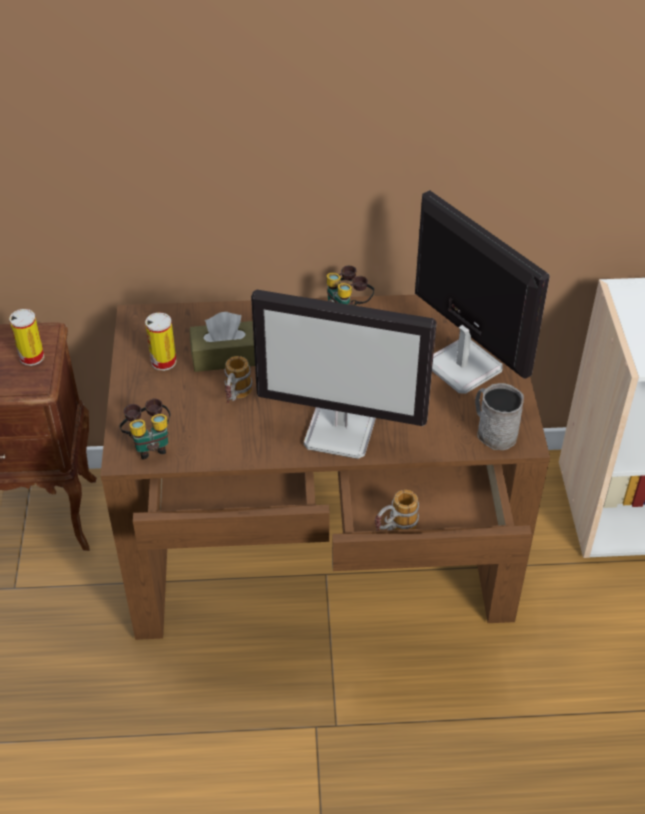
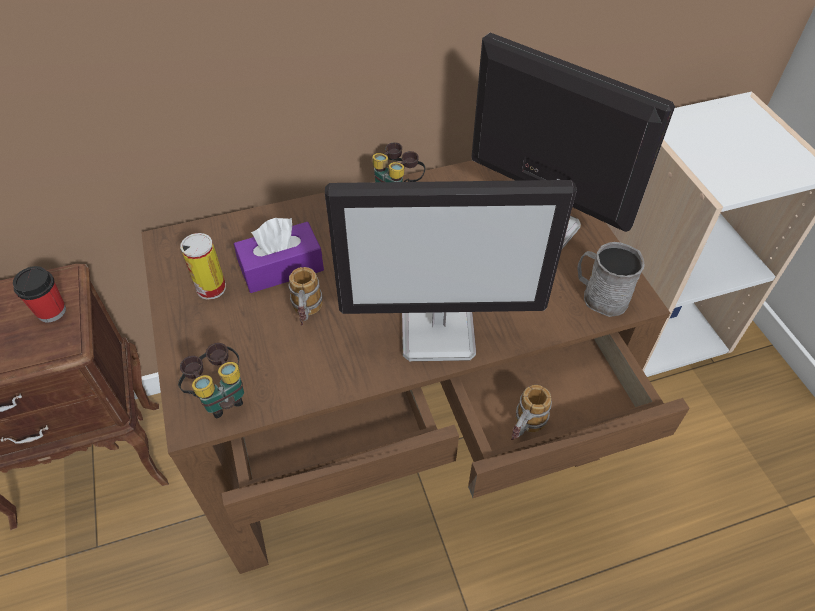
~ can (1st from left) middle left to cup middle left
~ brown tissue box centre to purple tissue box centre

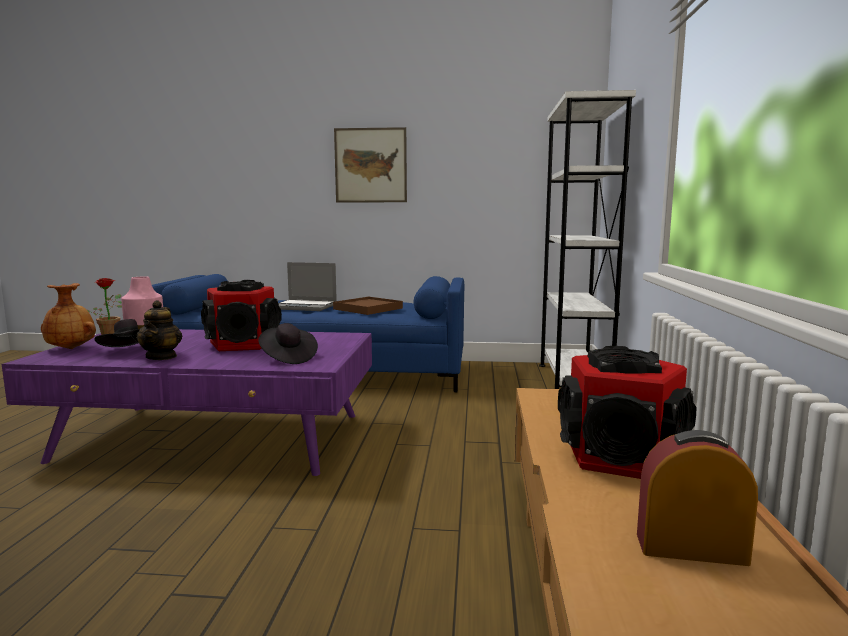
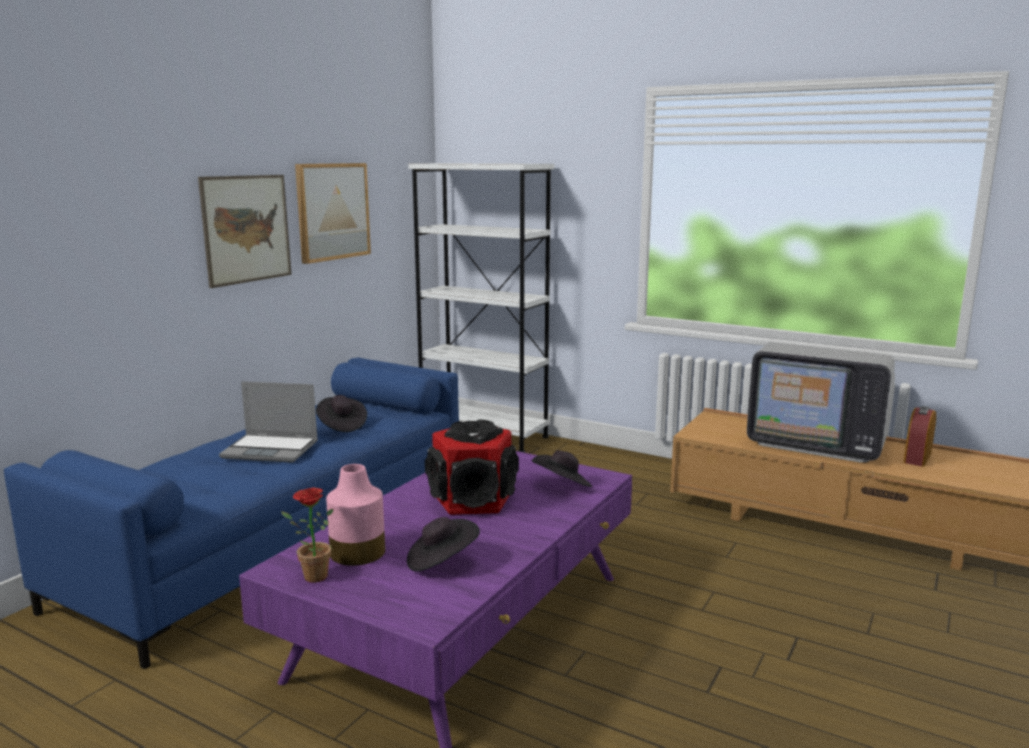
~ laptop centre = middle left 60 degrees clockwise
- brown vase middle left
~ brown tray centre to black hat (1st from left) middle left
- teapot middle left
~ speaker (2nd from left) middle right to television middle right
+ picture (2nd from left) top left

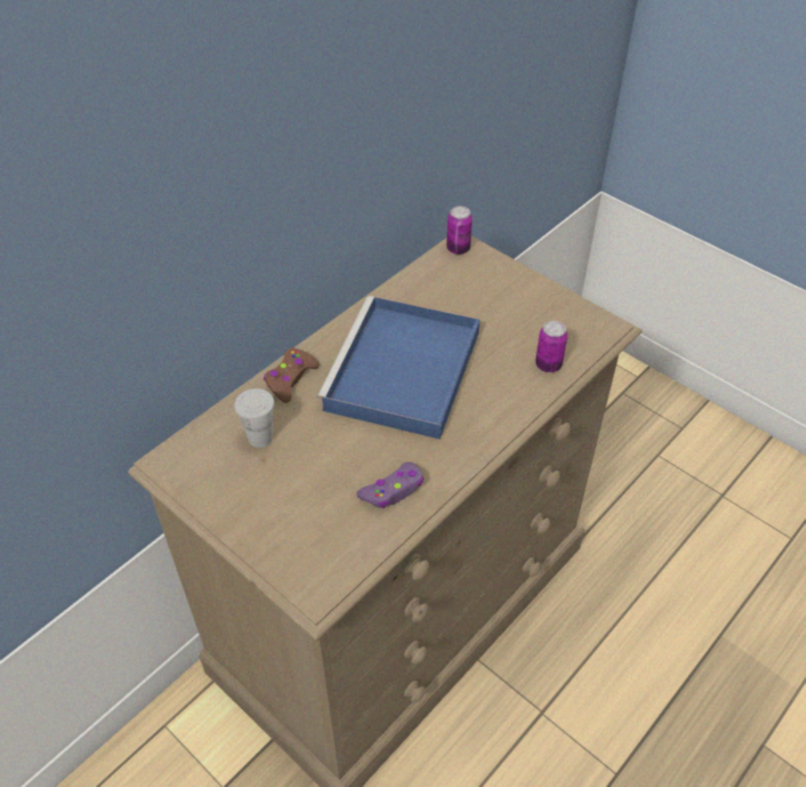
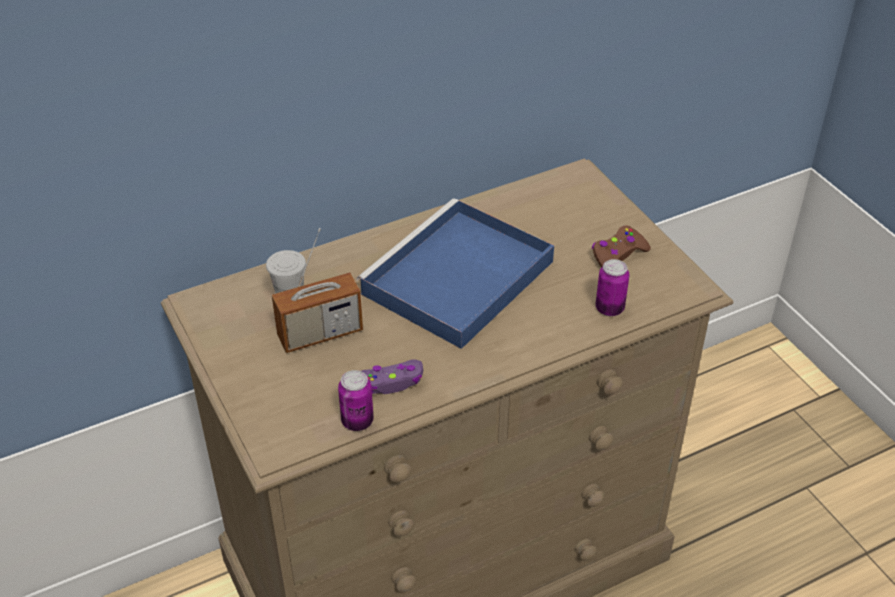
~ can (1st from left) top centre to bottom centre
~ brown game controller centre to middle right
+ radio centre

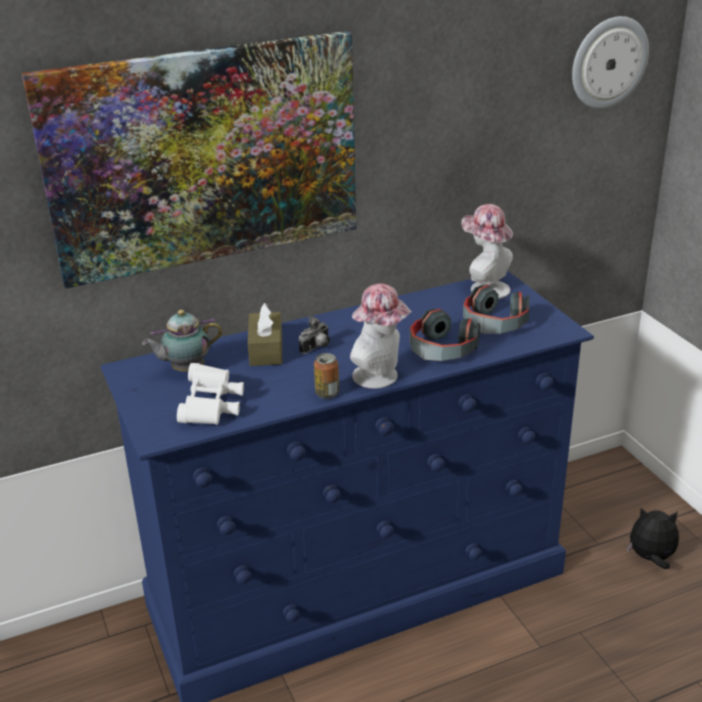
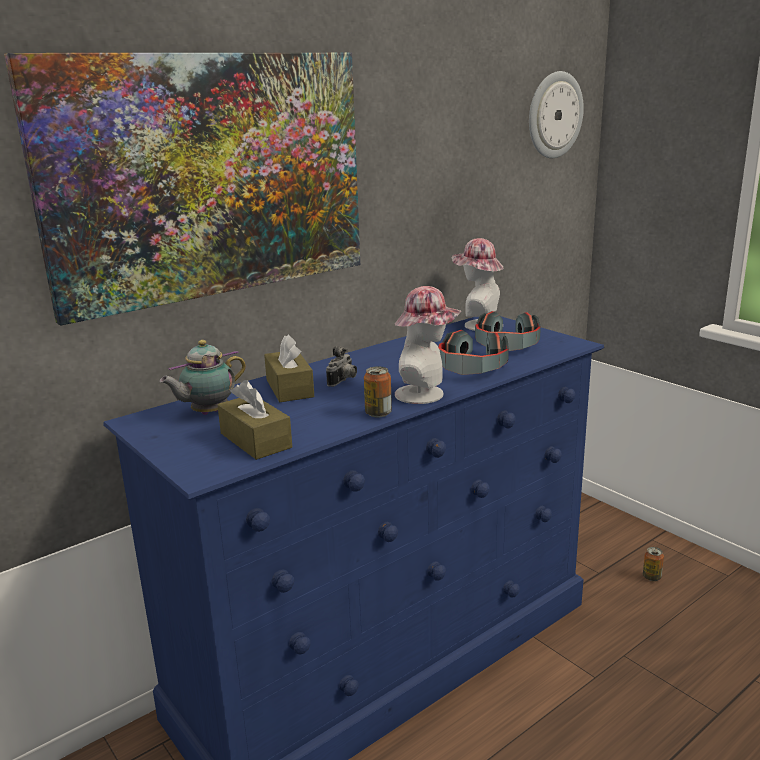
~ white binoculars middle left to brown tissue box (1st from left) centre
~ plush toy bottom right to can (2nd from left) bottom right

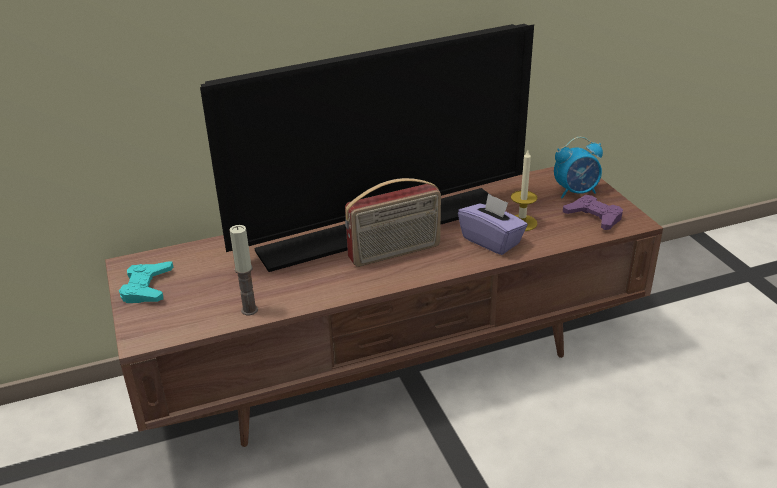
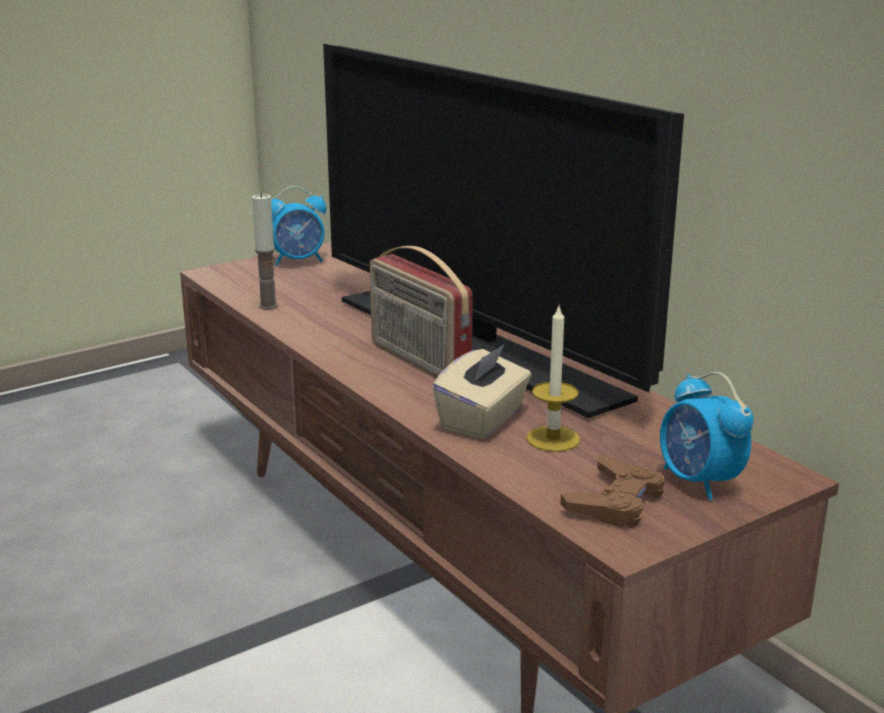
~ purple tissue box centre to beige tissue box centre
~ purple game controller middle right to brown game controller bottom right
~ turquoise game controller middle left to alarm clock (1st from left) top centre

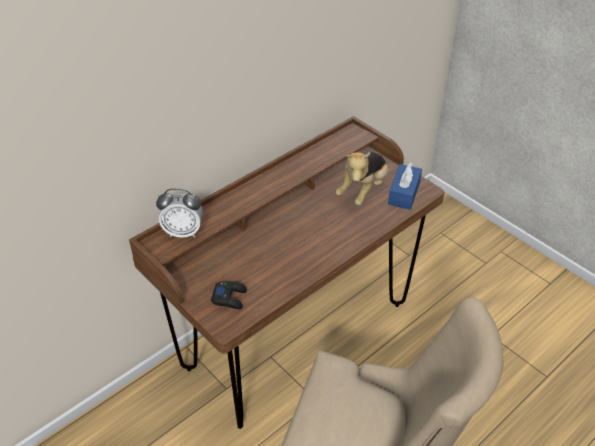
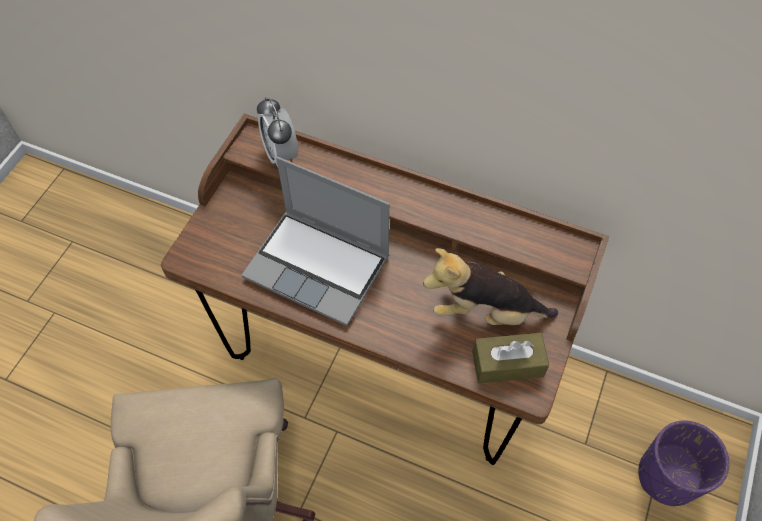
~ blue tissue box middle right to brown tissue box bottom right
- black game controller centre
+ laptop centre
+ purple planter bottom right

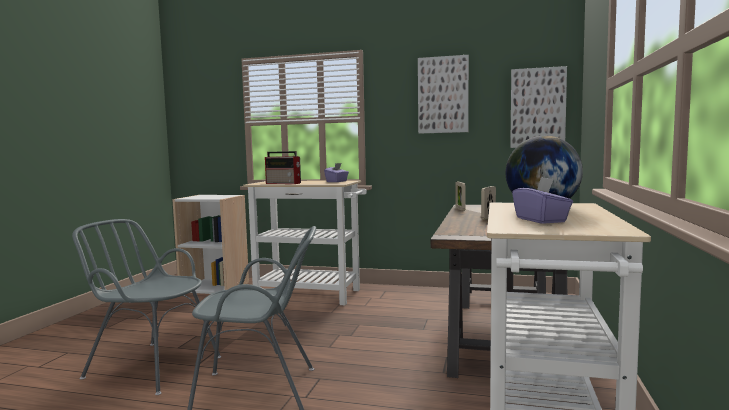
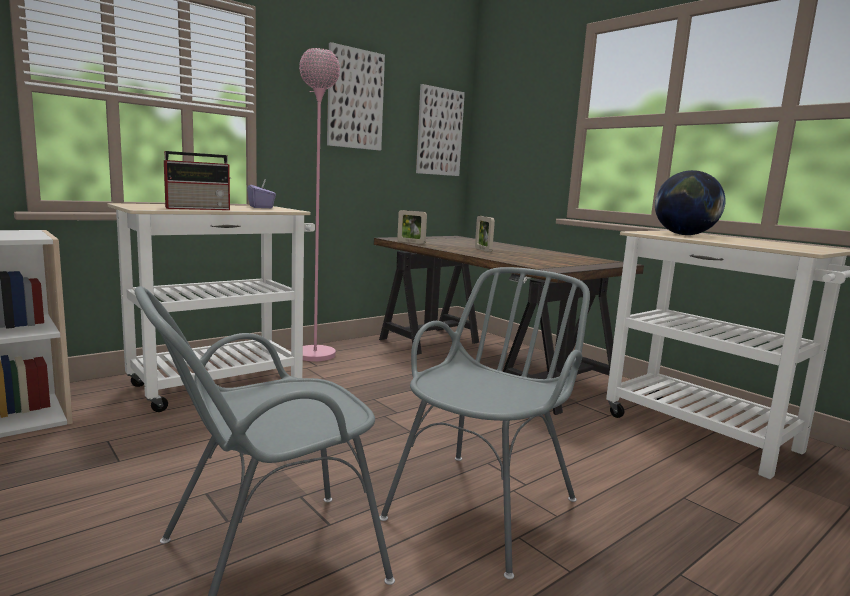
- purple tissue box (2nd from left) middle right
+ pink floor lamp centre

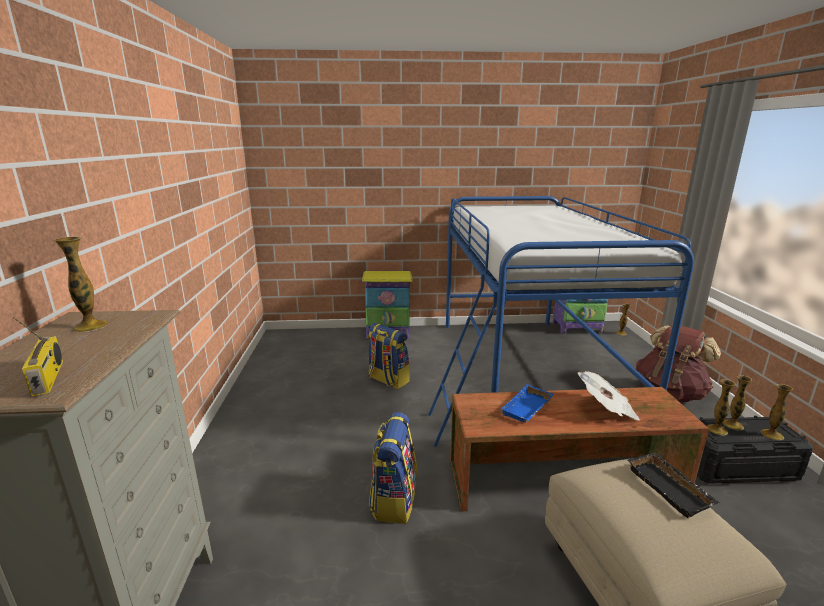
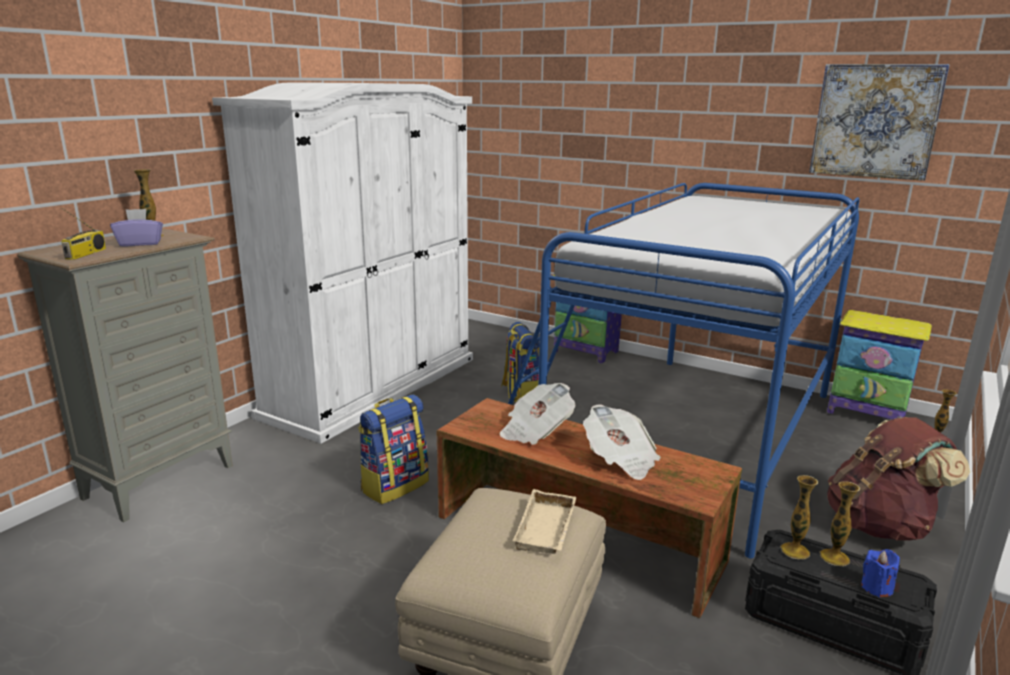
~ blue tray centre to newspaper (1st from left) centre
~ vase (5th from left) bottom right to blue candle bottom right
~ black tray bottom right to beige tray bottom centre
+ picture top right
+ white wardrobe centre
+ purple tissue box middle left

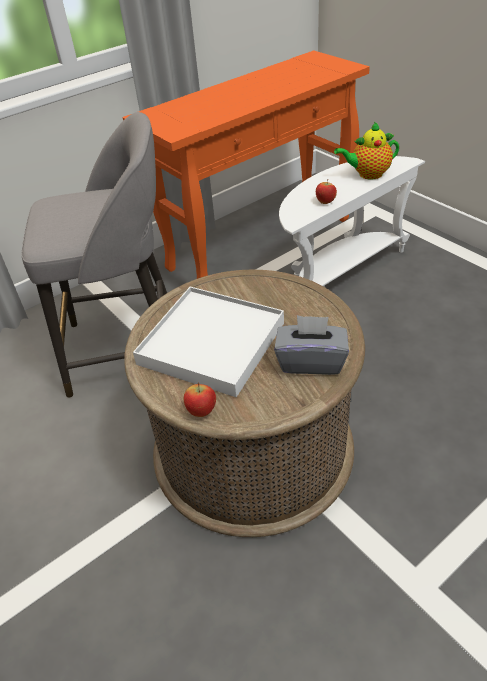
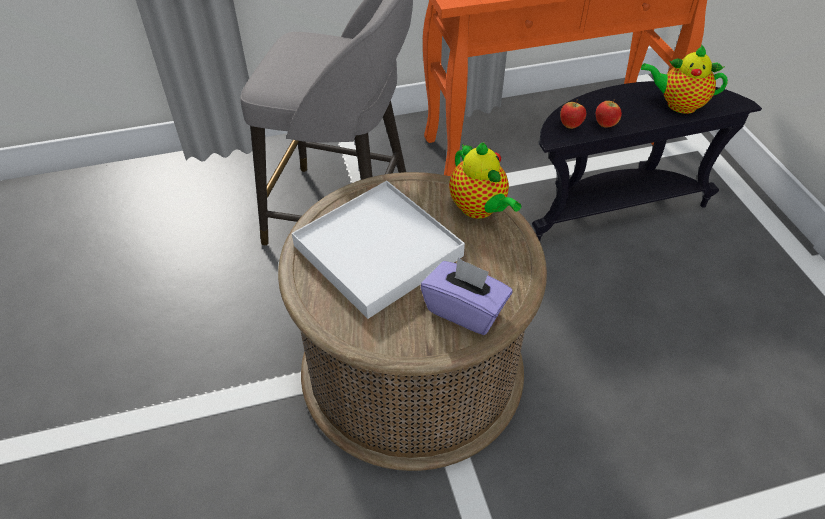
~ white side table top right to black side table top right
~ grey tissue box centre to purple tissue box centre
~ apple (1st from left) centre to top right
+ teapot (1st from left) centre

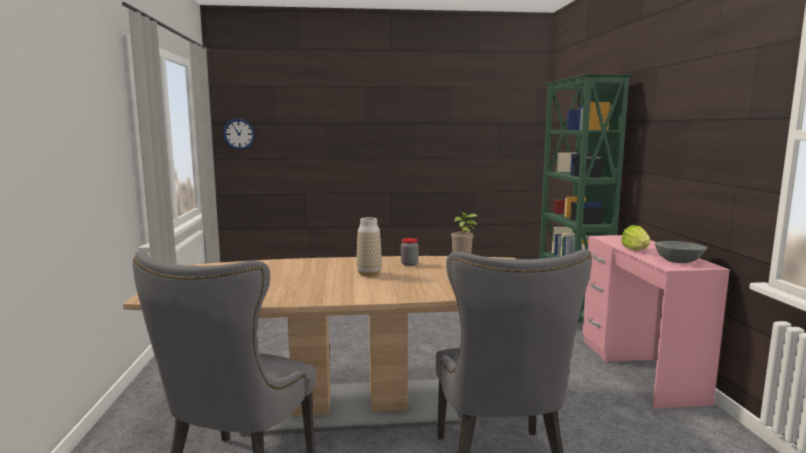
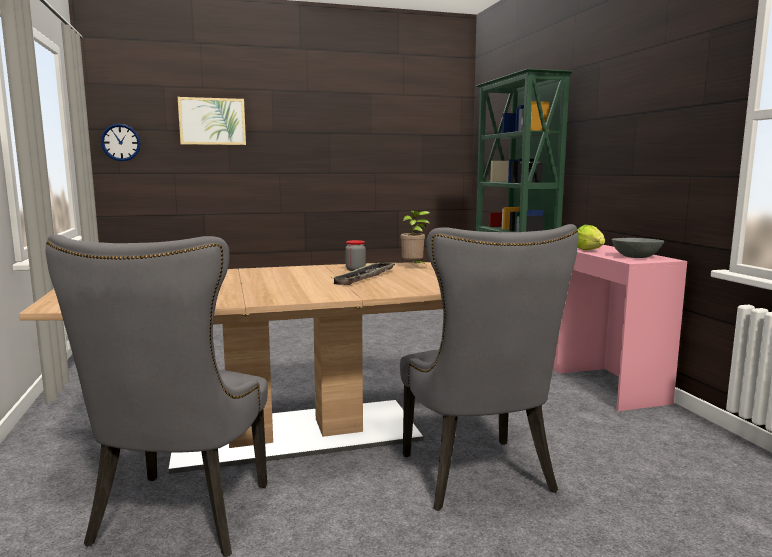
- vase centre
+ picture top left
+ tray centre

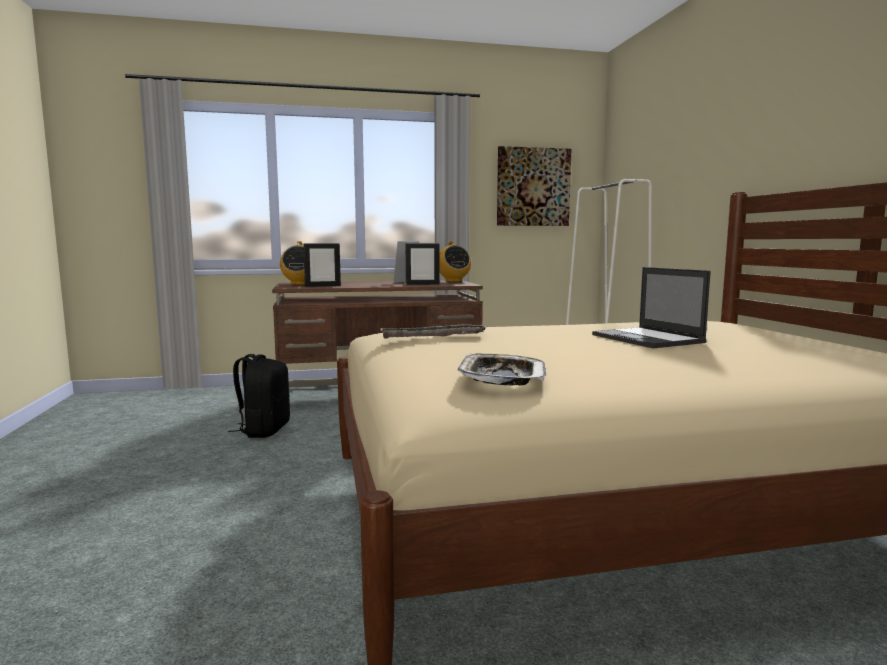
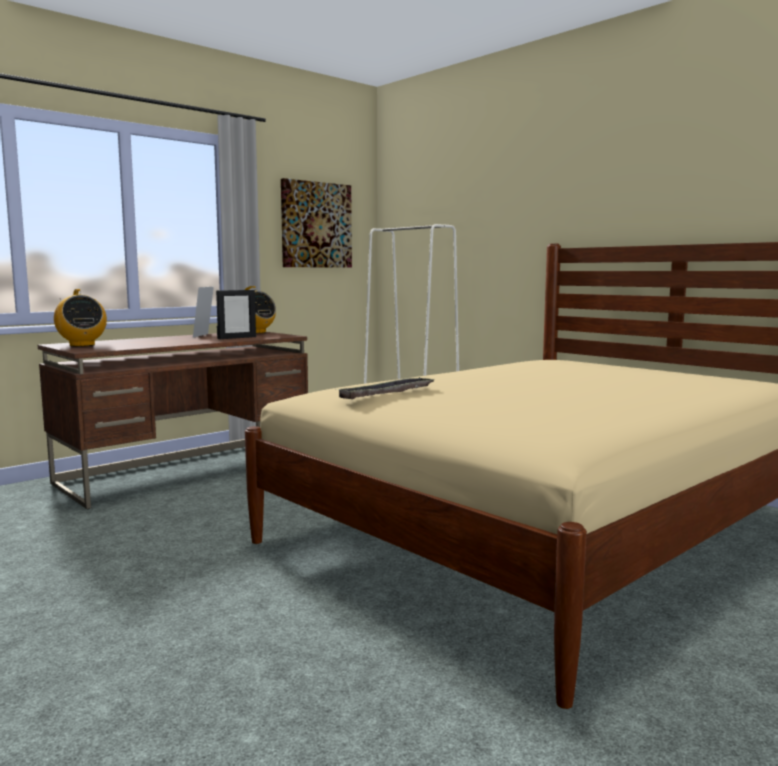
- picture frame (1st from left) centre
- laptop middle right
- tray (2nd from left) centre
- black backpack middle left

